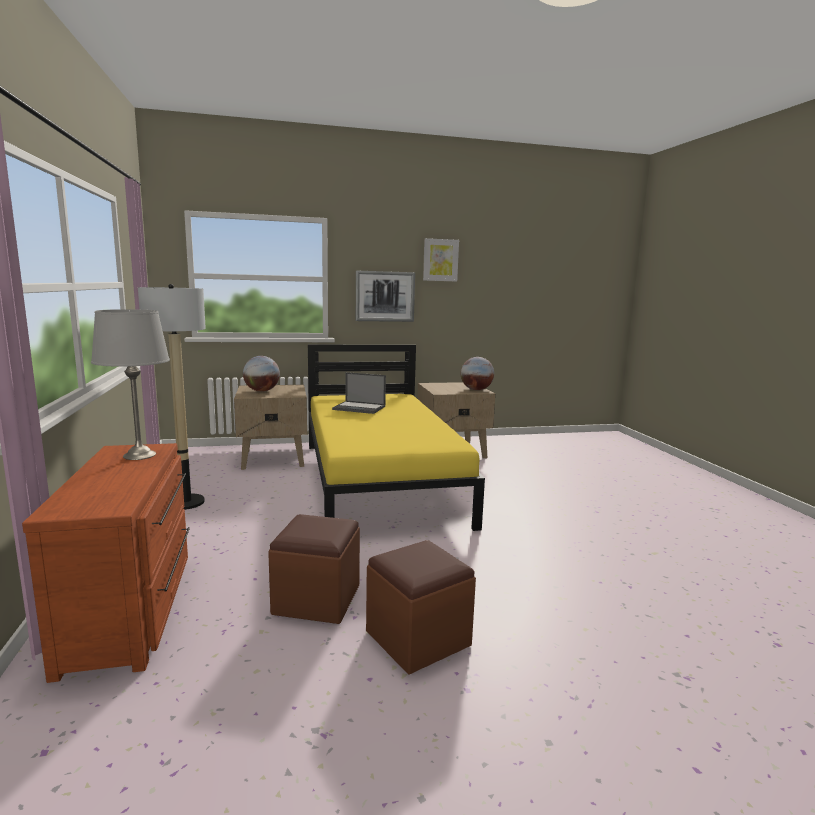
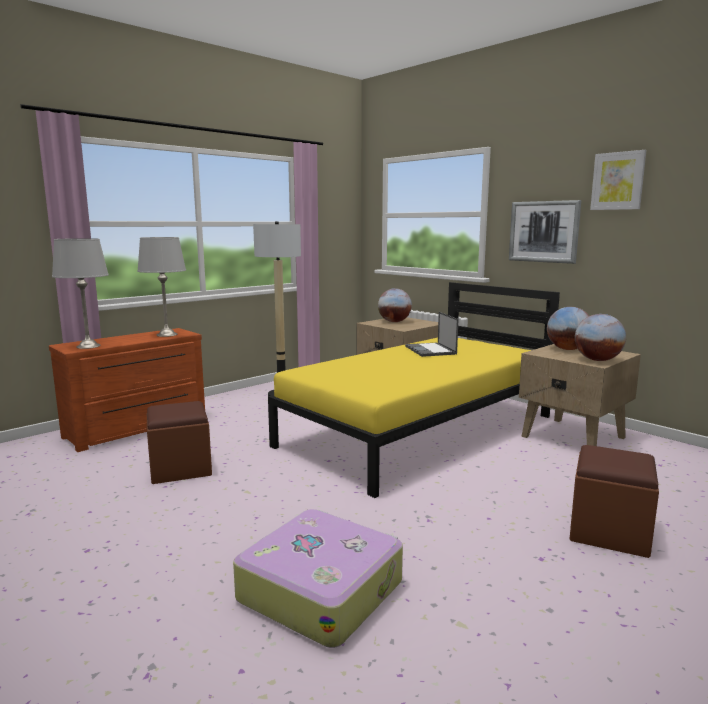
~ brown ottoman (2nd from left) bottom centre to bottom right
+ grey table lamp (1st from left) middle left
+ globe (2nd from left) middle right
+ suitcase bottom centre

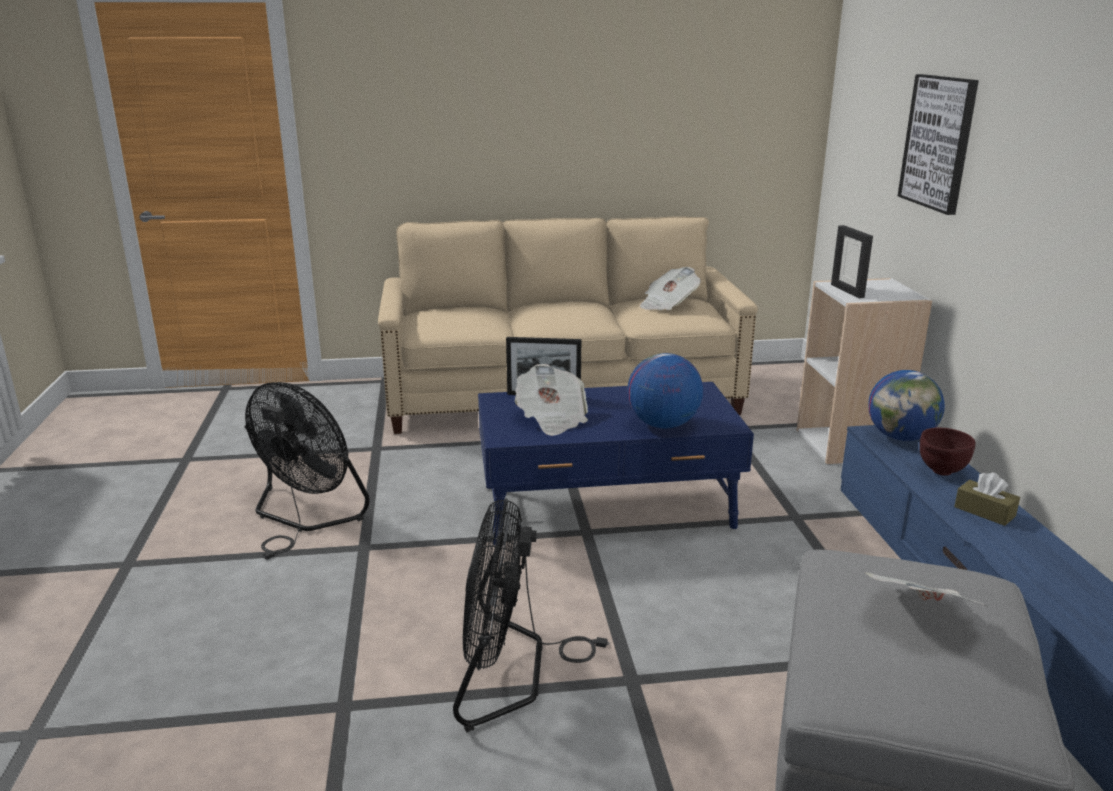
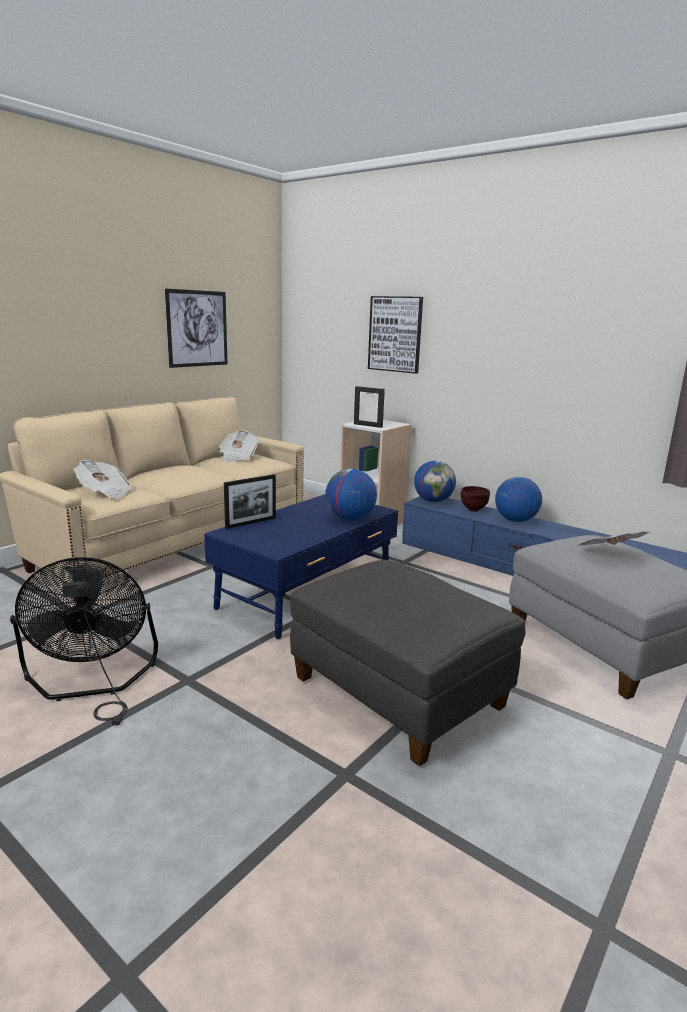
~ newspaper (1st from left) centre to middle left
~ brown tissue box middle right to globe (3rd from left) middle right
~ black fan (2nd from left) bottom centre to grey ottoman (1st from left) centre
+ picture (1st from left) top left

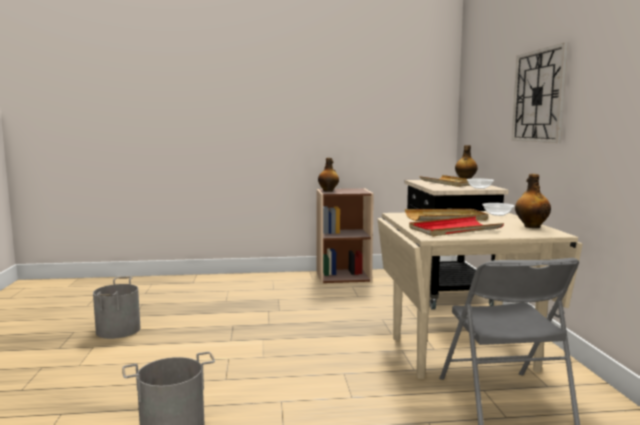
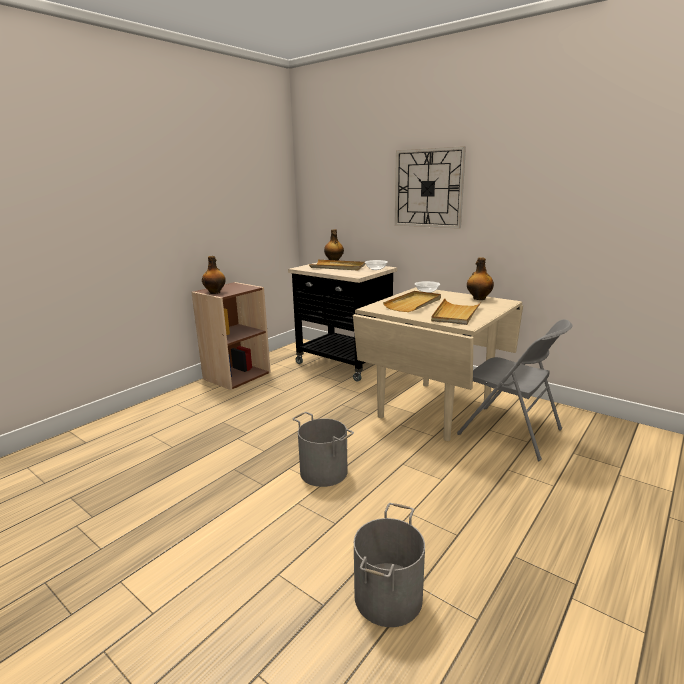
~ red tray middle right to beige tray (3rd from left) middle right
~ grey bucket (1st from left) bottom left to centre

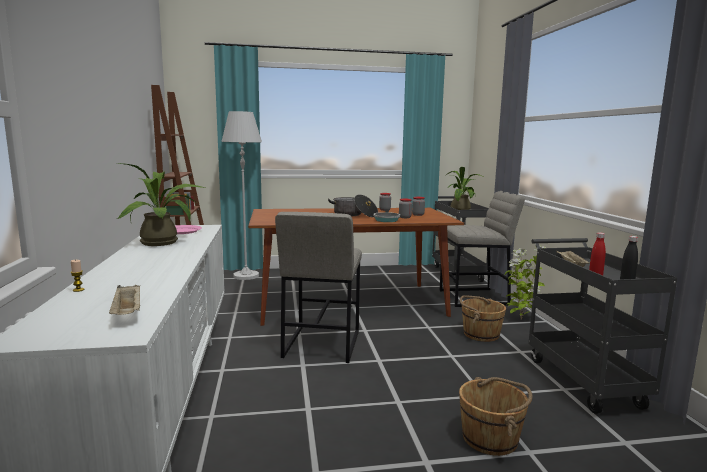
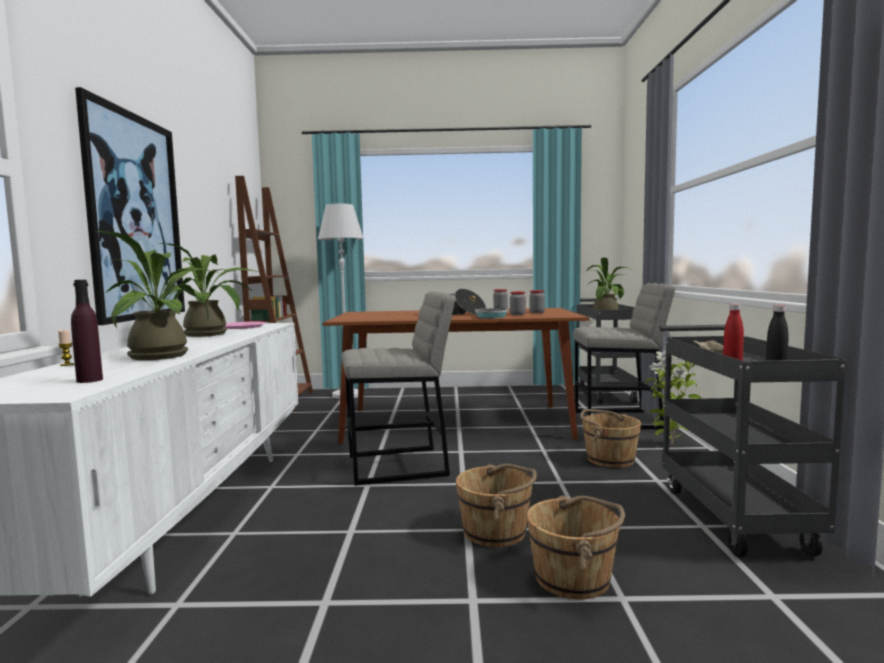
~ grey chair (1st from left) centre = centre 120 degrees counterclockwise
~ beige tray (1st from left) middle left to purple bottle middle left
+ picture top left
+ potted plant (1st from left) middle left
+ brown bucket (1st from left) bottom centre

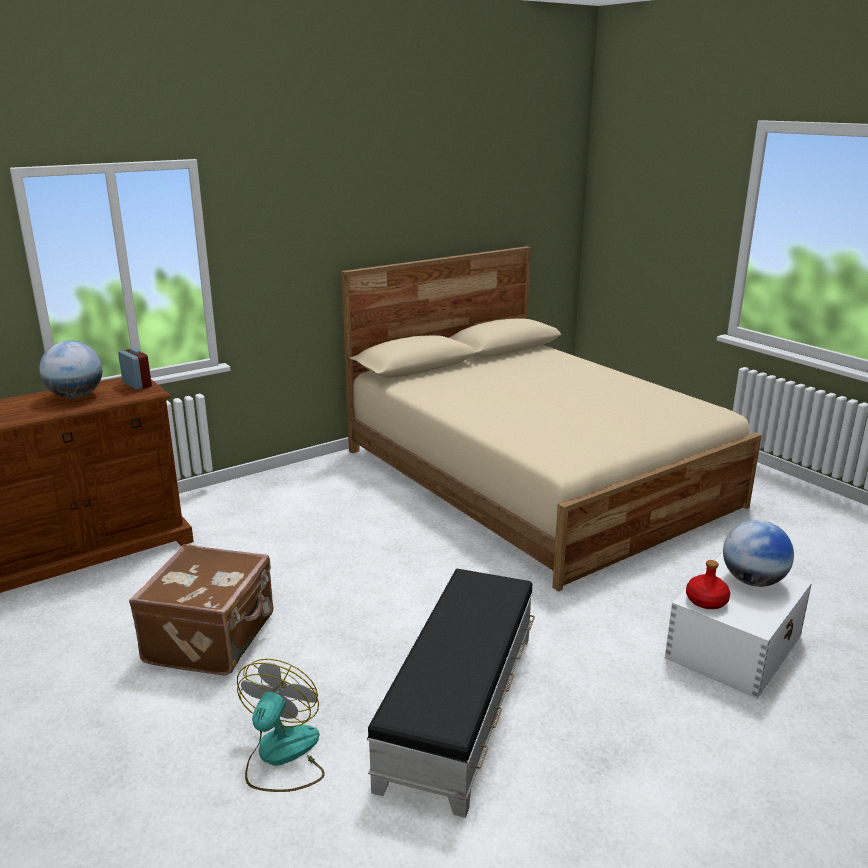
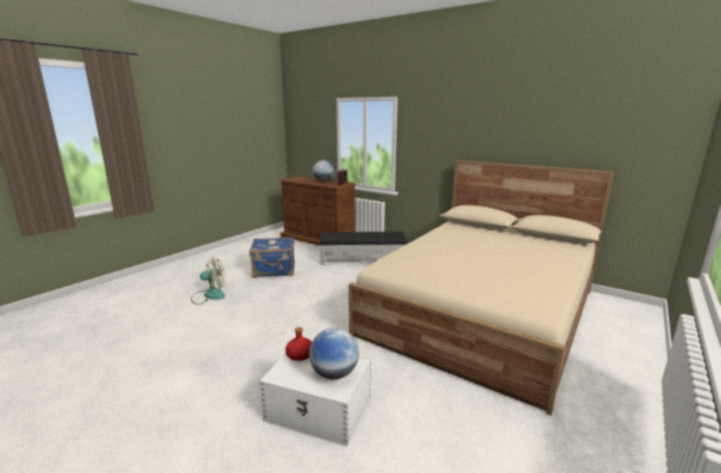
~ brown suitcase bottom left to blue suitcase centre
~ black ottoman bottom centre to centre

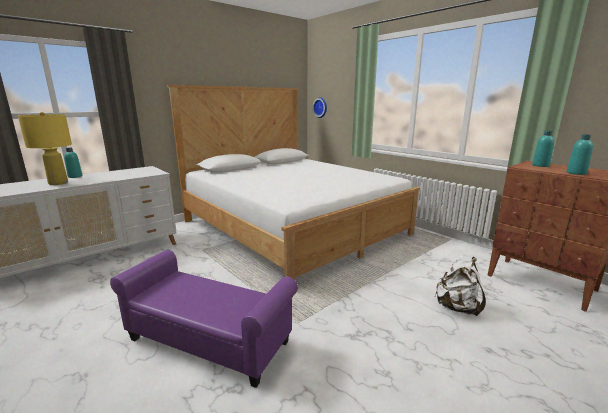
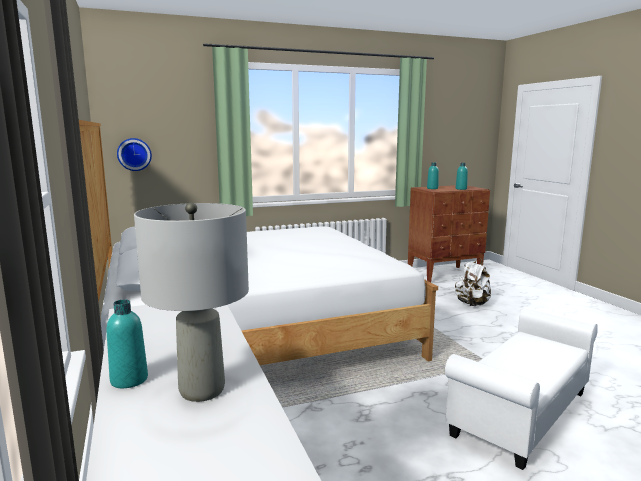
~ yellow table lamp middle left to grey table lamp middle left
~ purple ottoman bottom centre to white ottoman bottom right

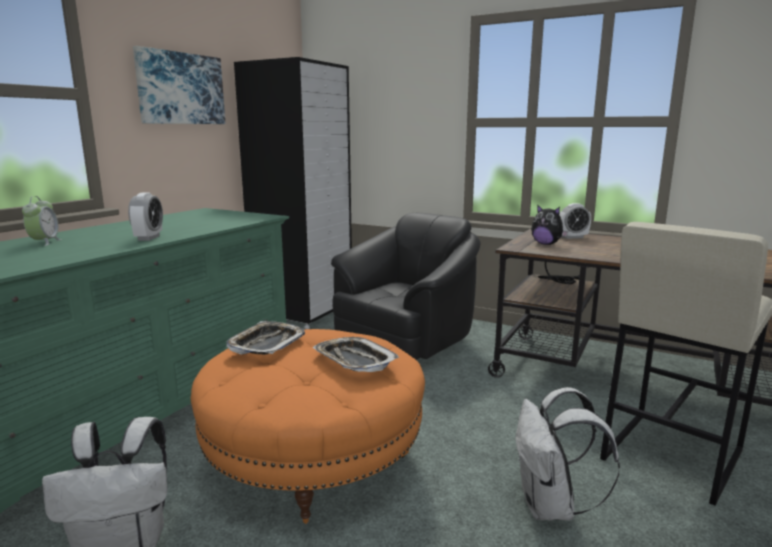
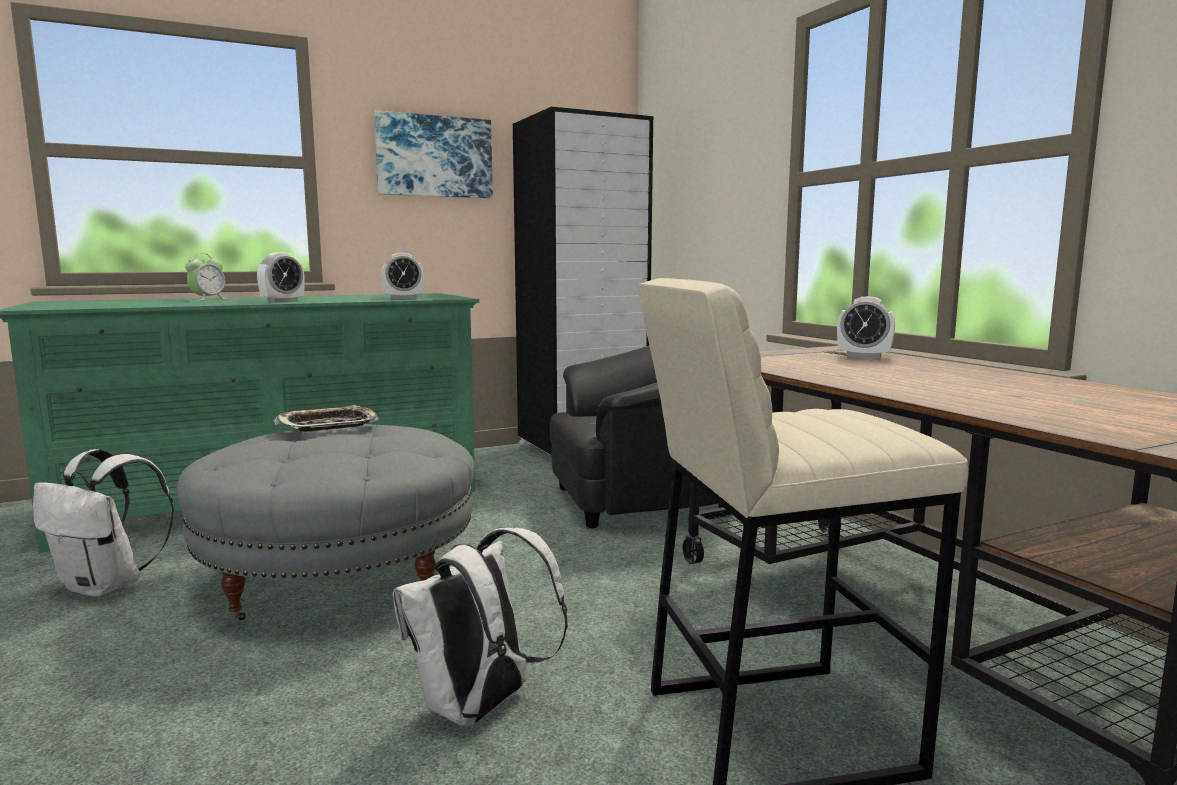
- plush toy middle right
~ orange ottoman bottom centre to grey ottoman middle left
- tray (2nd from left) centre
+ alarm clock (3rd from left) centre

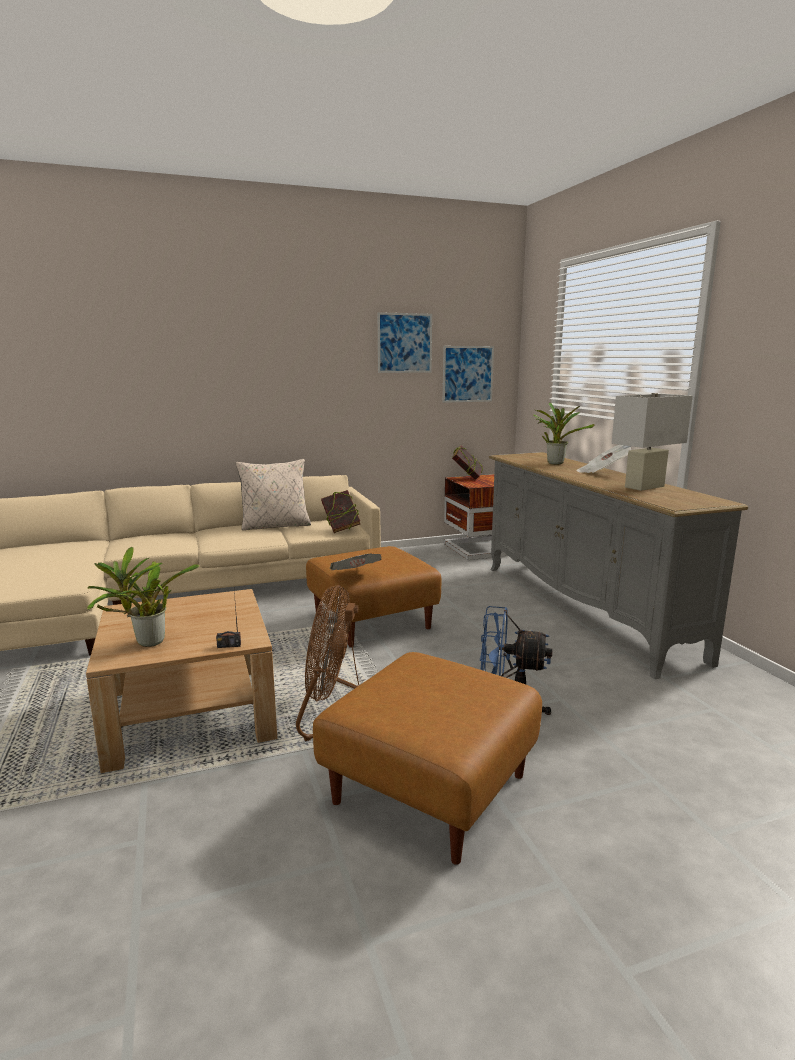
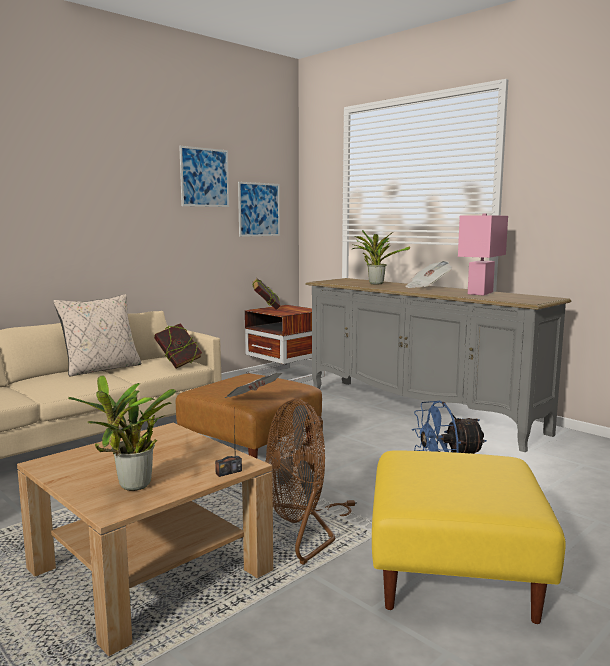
~ white table lamp middle right to pink table lamp middle right
~ brown ottoman (2nd from left) bottom centre to yellow ottoman bottom right

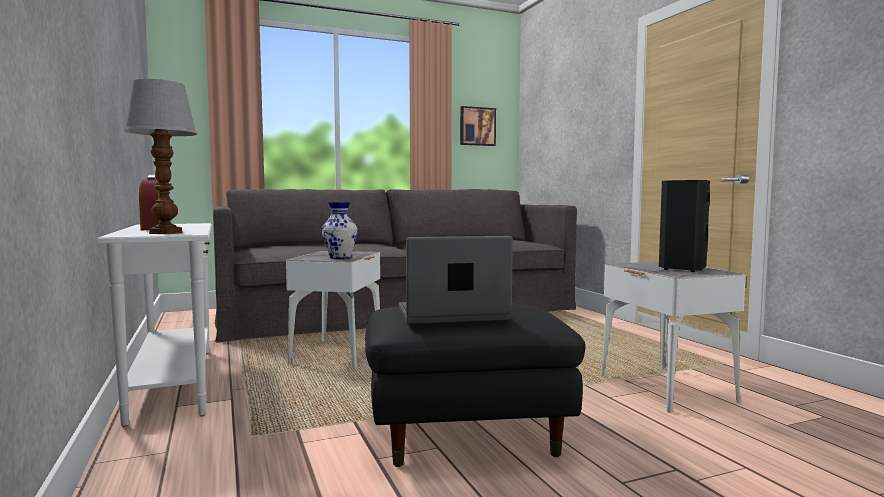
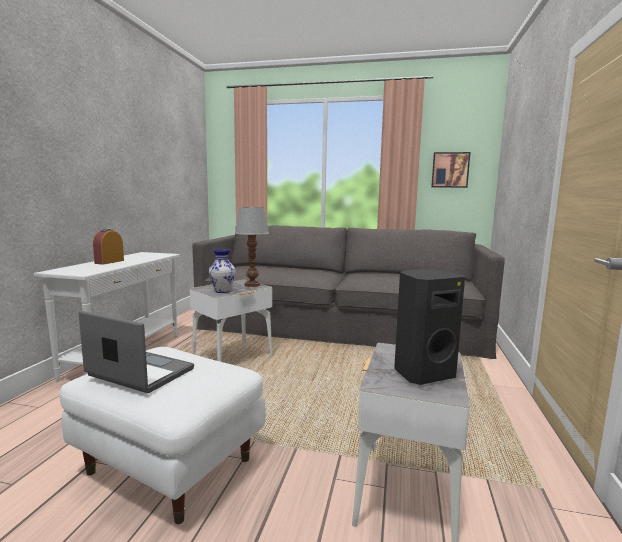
~ table lamp top left to centre
~ black ottoman bottom centre to white ottoman bottom left

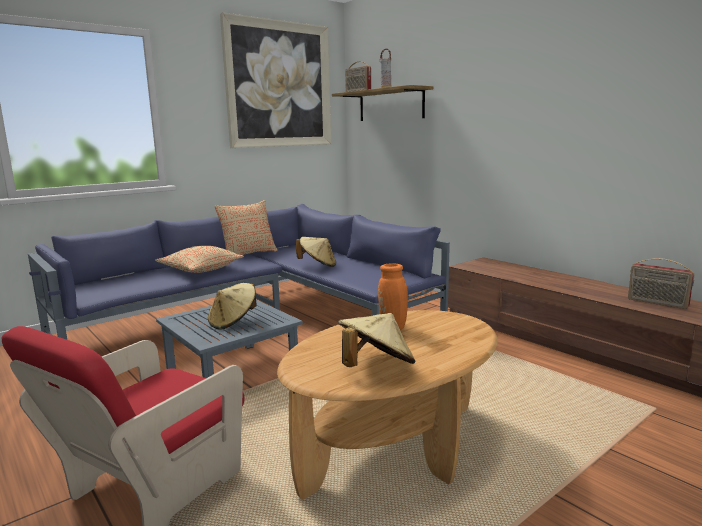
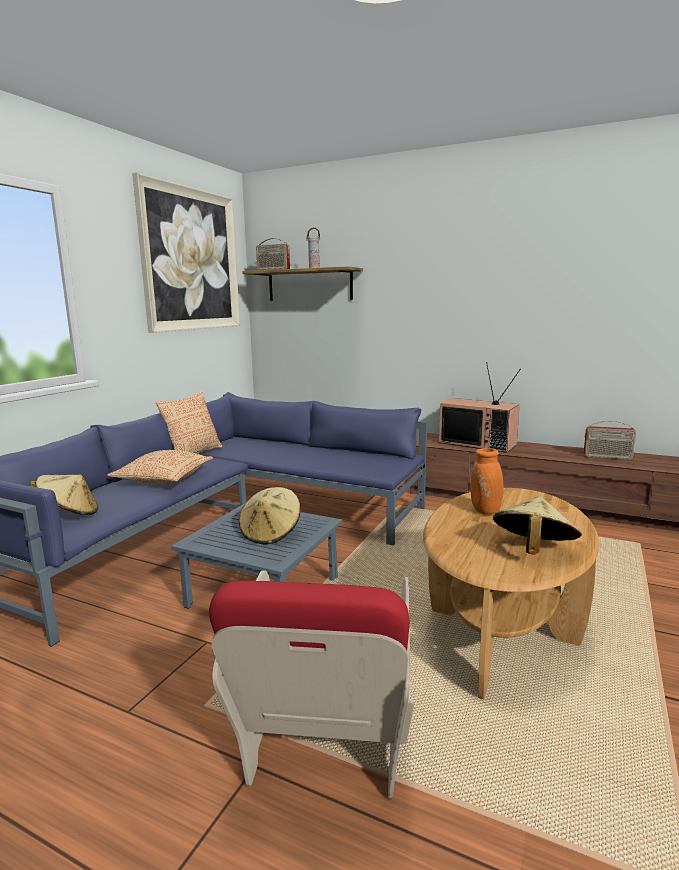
~ beige hat (2nd from left in the first image) centre to beige hat (1st from left) middle left
+ television middle right

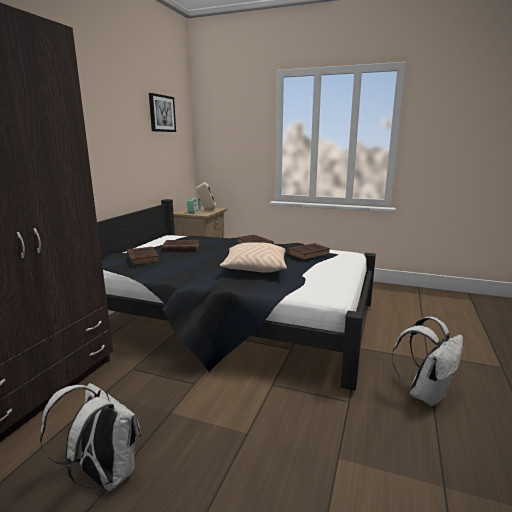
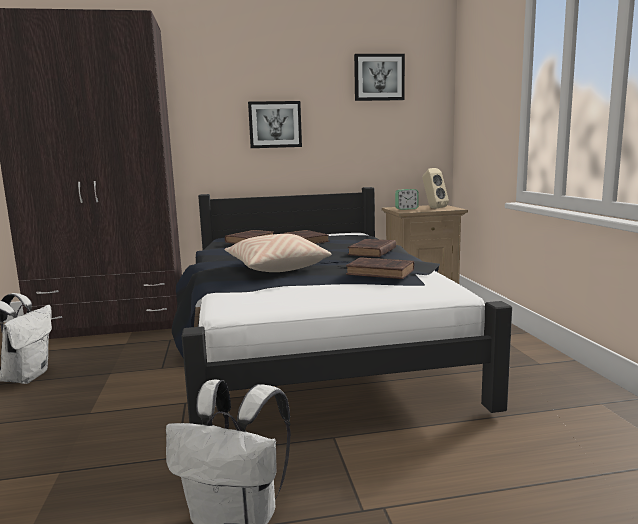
+ picture (1st from left) top centre

